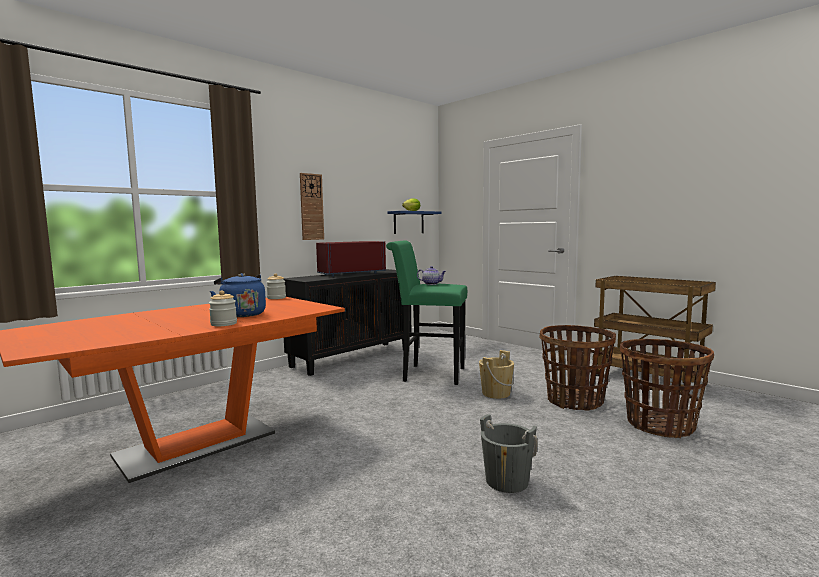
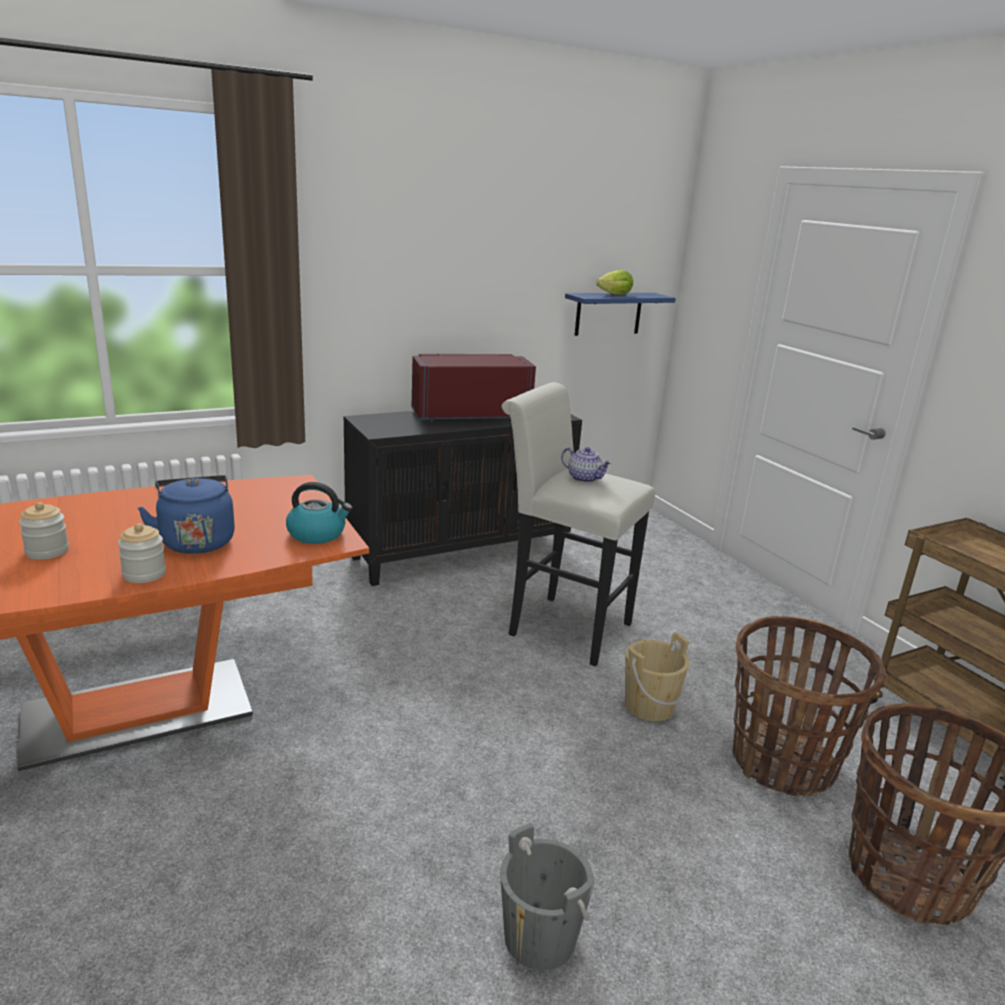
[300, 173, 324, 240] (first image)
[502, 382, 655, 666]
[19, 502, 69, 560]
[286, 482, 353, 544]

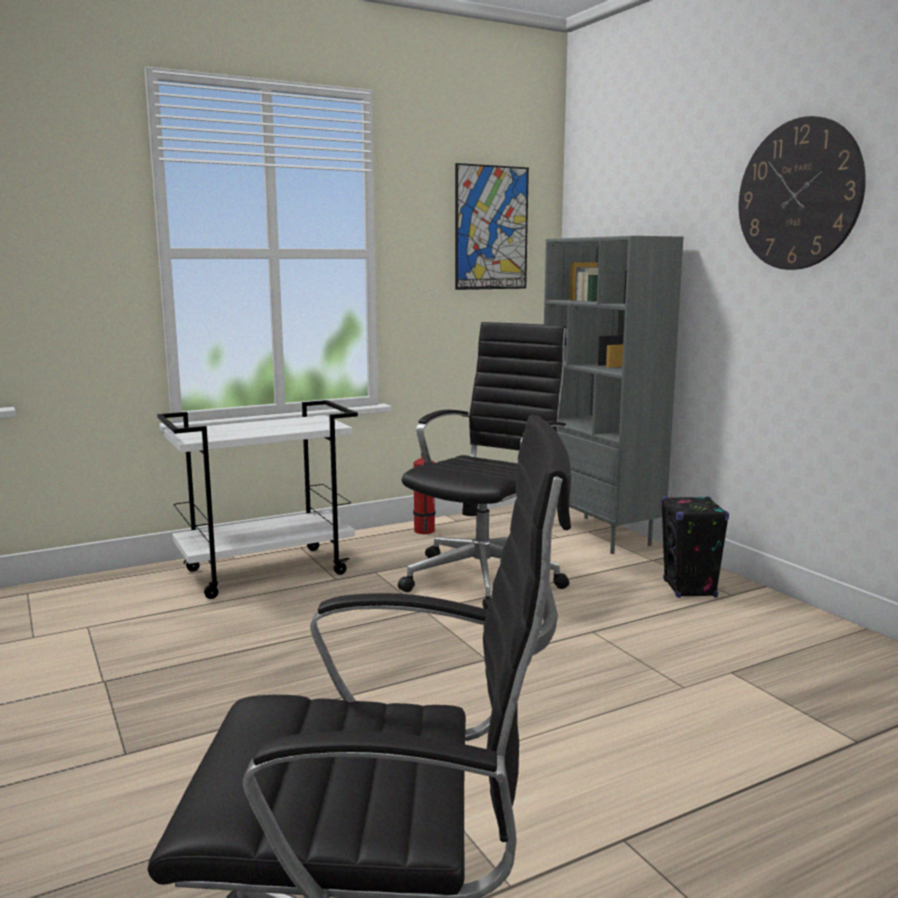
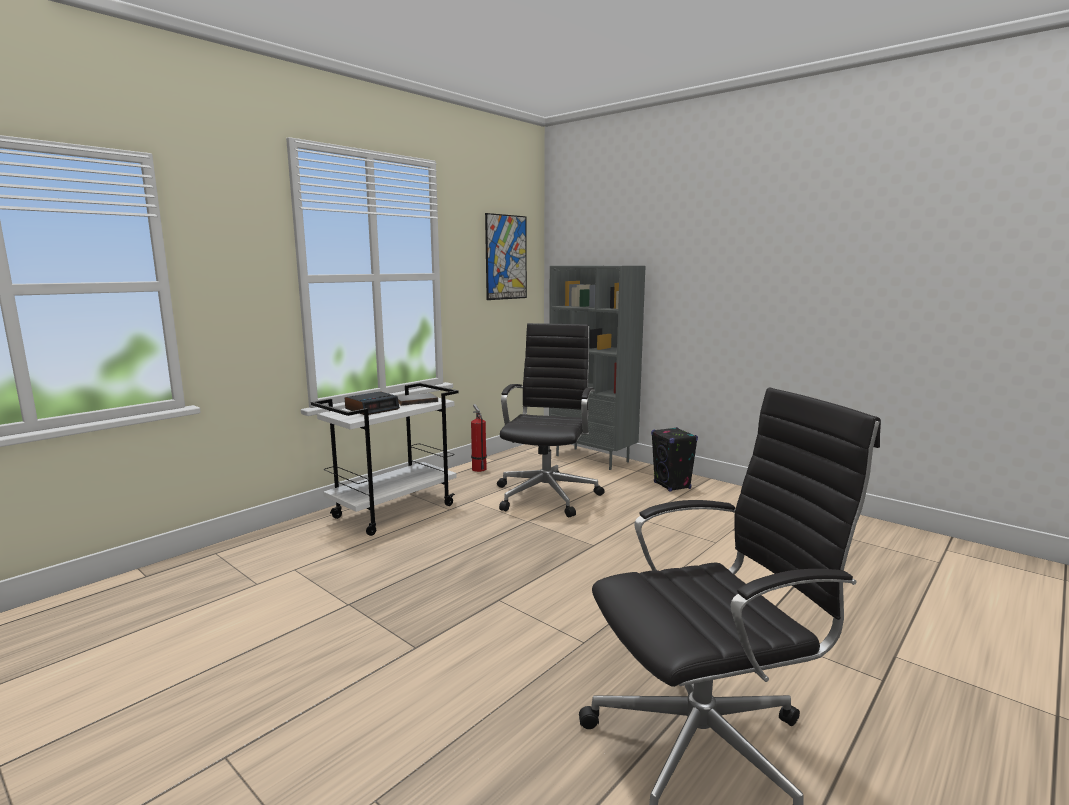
[739, 116, 866, 270] (first image)
[345, 391, 400, 415]
[398, 393, 438, 406]

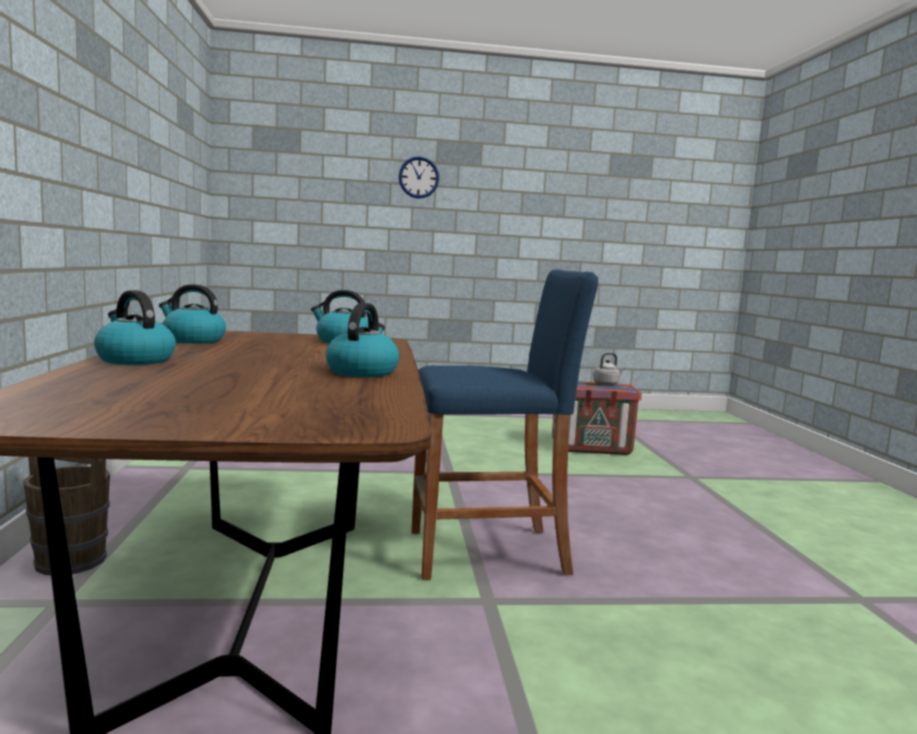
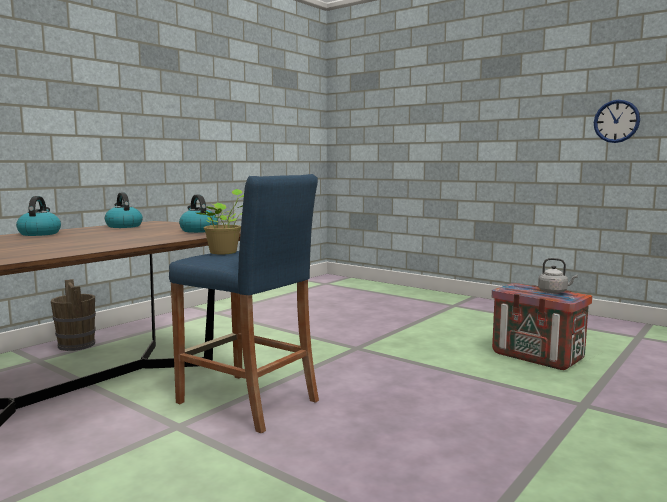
[594, 100, 640, 143]
[326, 303, 399, 377] (first image)
[196, 189, 244, 254]

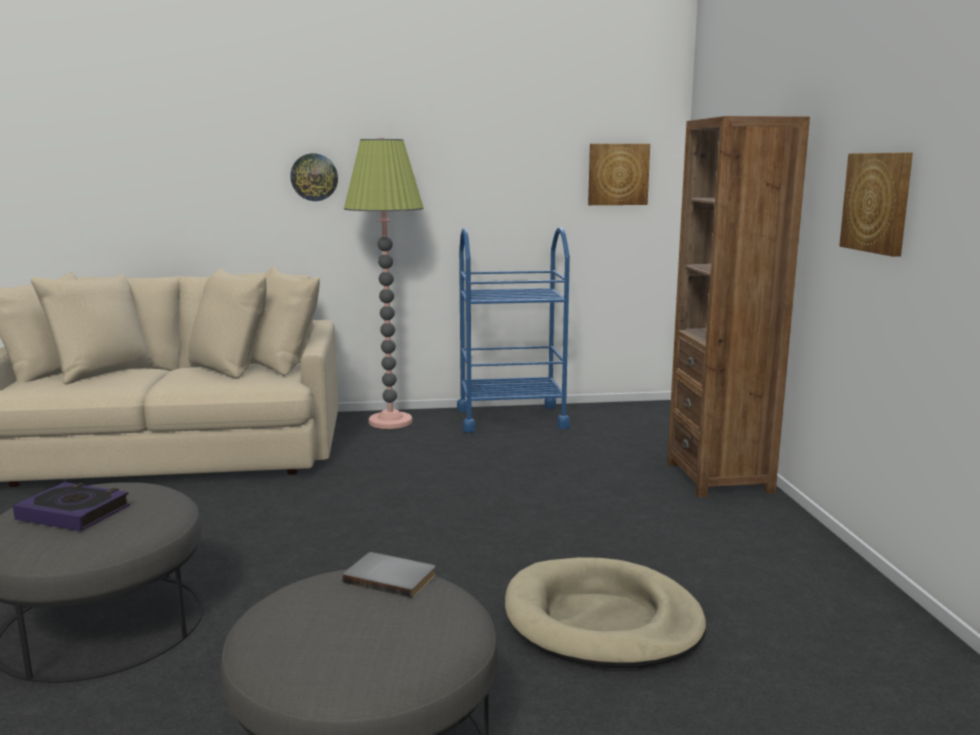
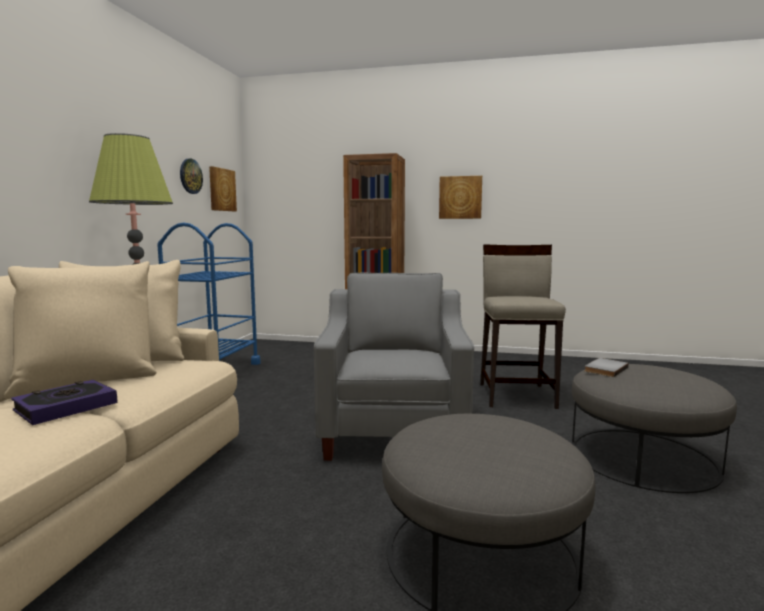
[180, 158, 203, 194]
[11, 380, 117, 425]
[480, 244, 566, 409]
[314, 272, 474, 461]

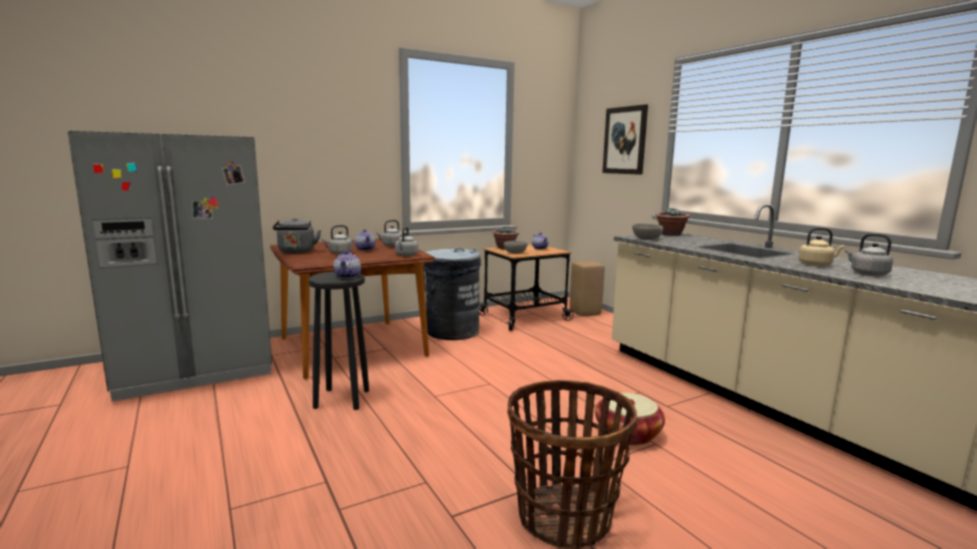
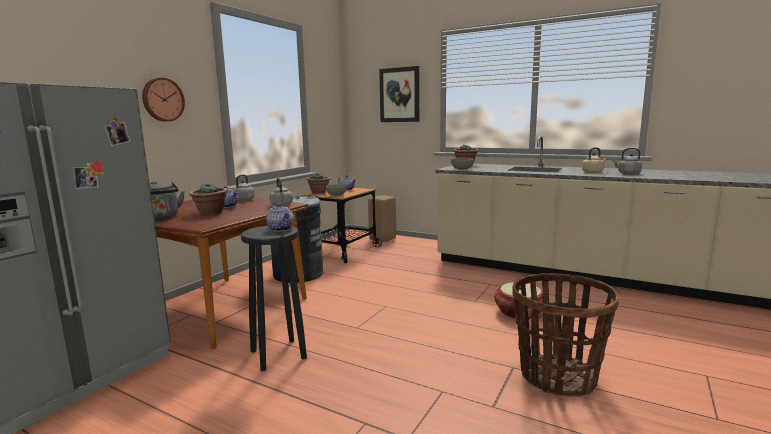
[189, 184, 228, 215]
[142, 77, 185, 122]

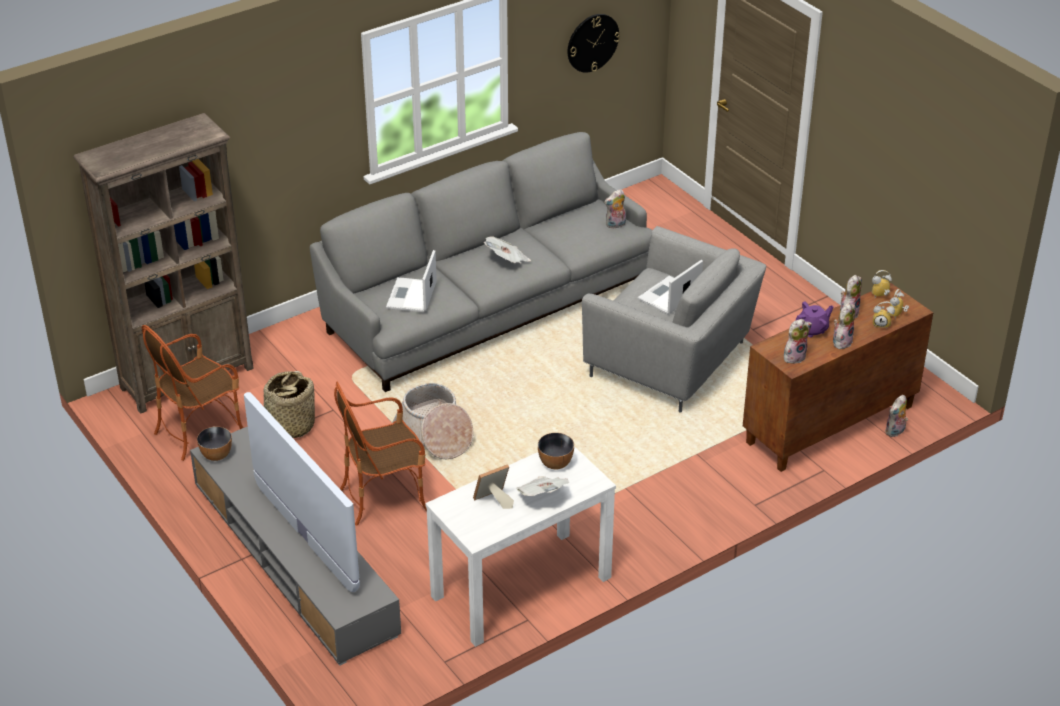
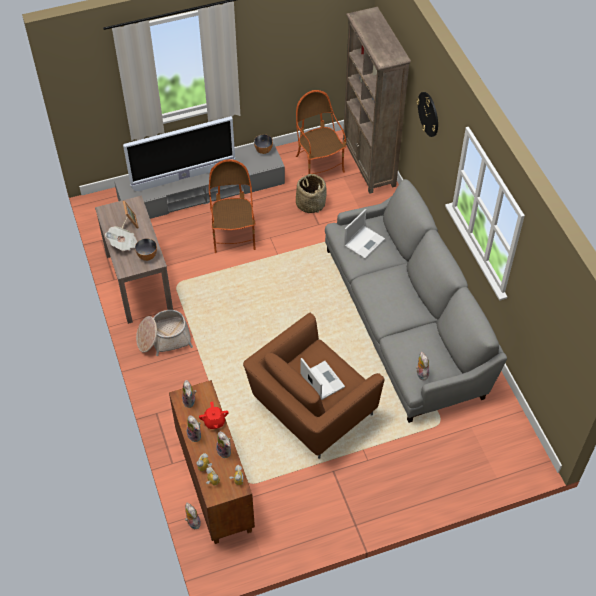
[416, 92, 438, 137]
[243, 313, 384, 459]
[484, 236, 531, 263] (first image)
[344, 209, 385, 259]
[199, 402, 229, 429]
[136, 310, 193, 356]
[95, 195, 173, 324]

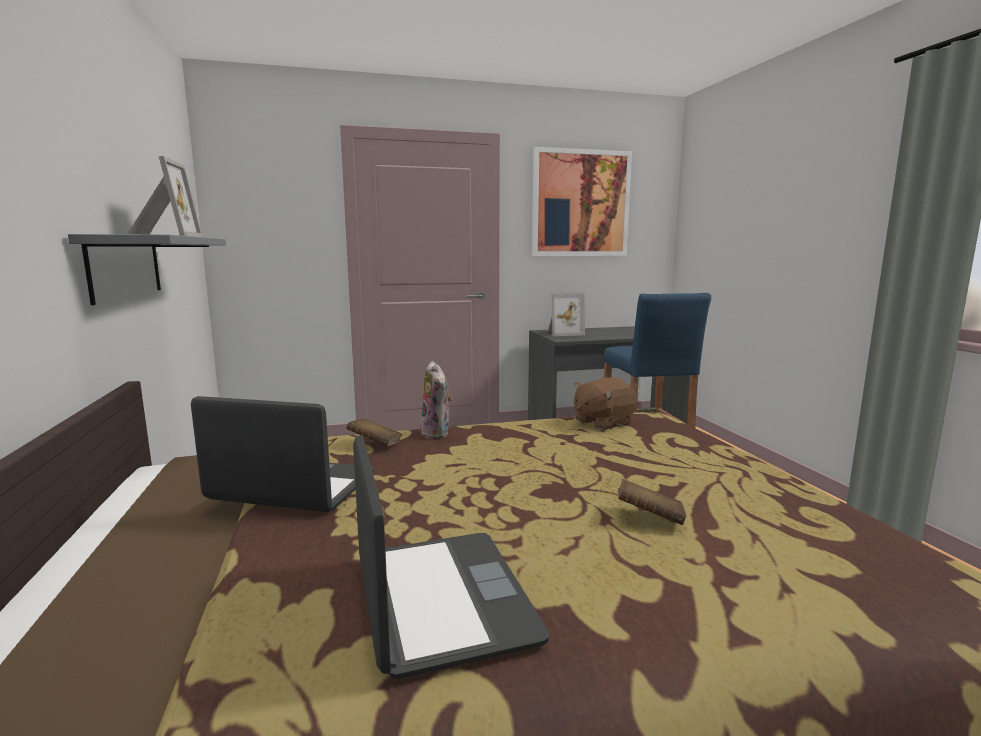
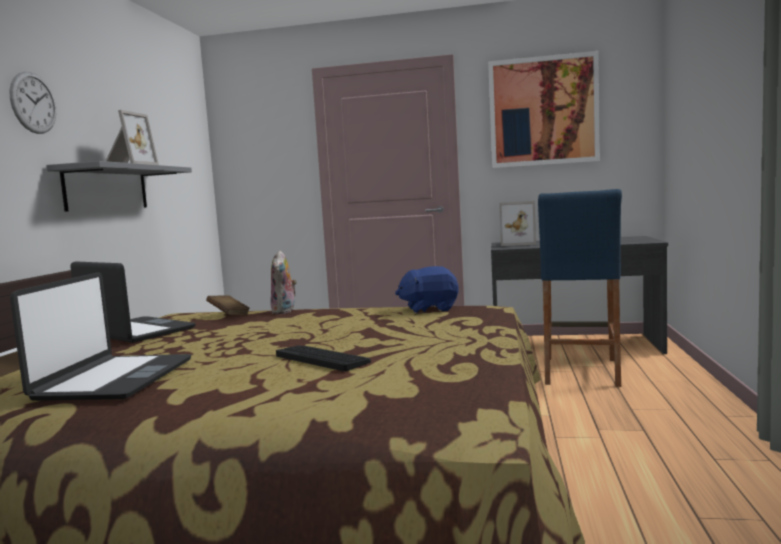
[395, 266, 459, 314]
[276, 345, 371, 371]
[9, 71, 56, 134]

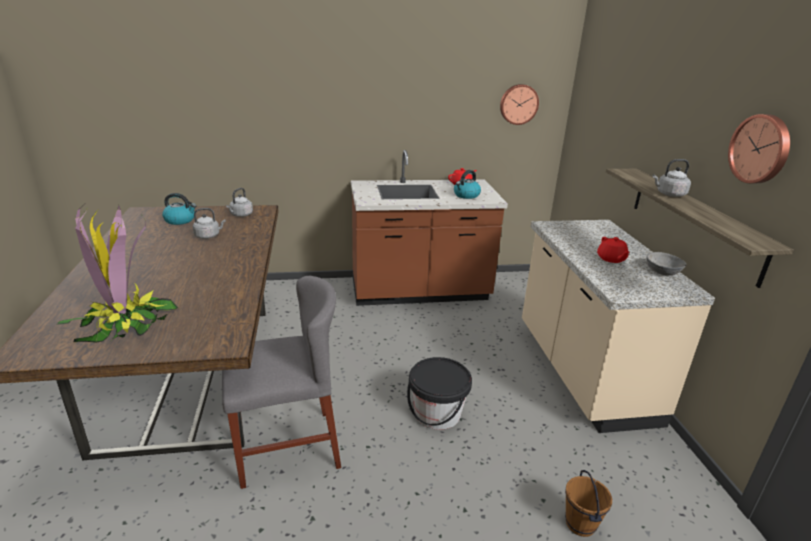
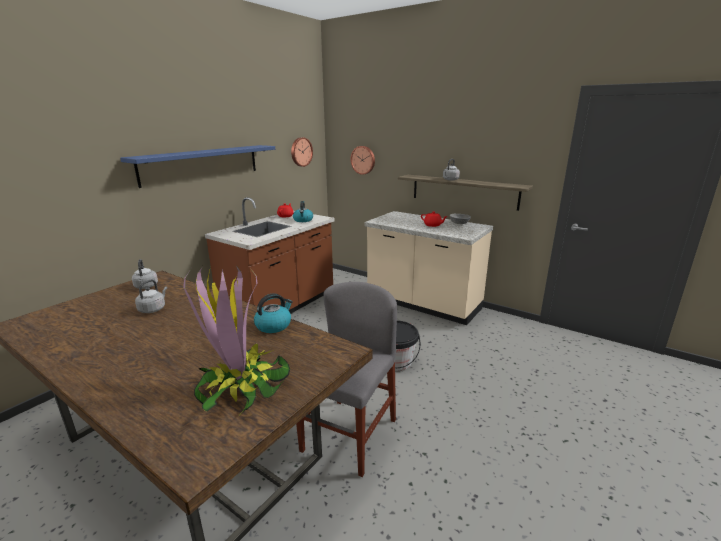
[350, 146, 375, 175]
[254, 293, 293, 333]
[565, 470, 612, 537] (first image)
[120, 145, 275, 188]

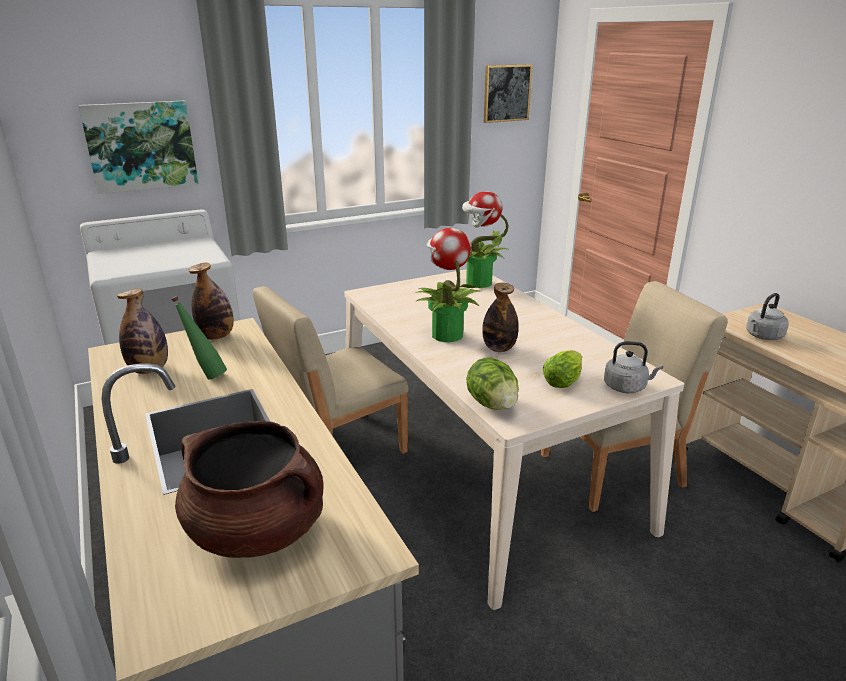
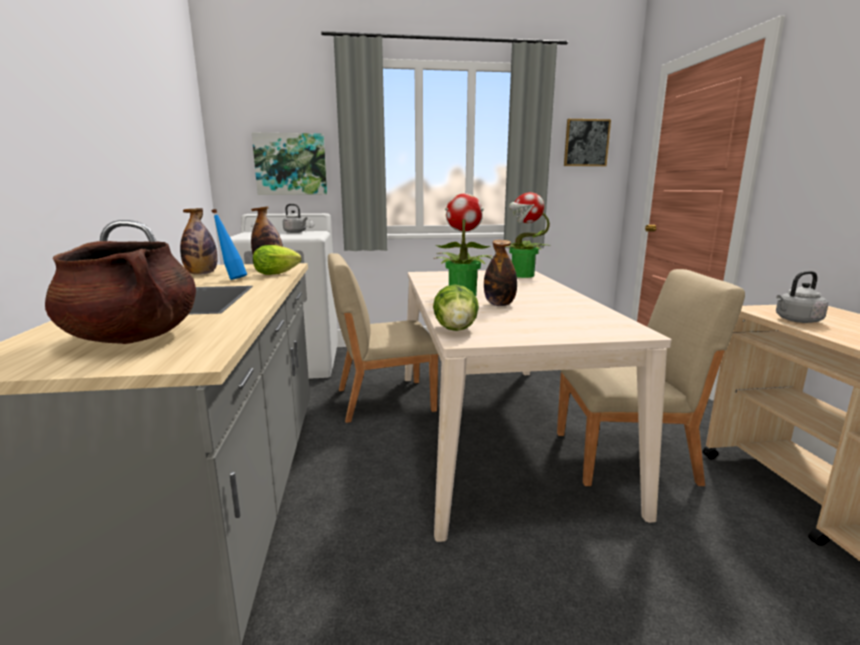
[211, 209, 247, 280]
[283, 204, 308, 233]
[253, 245, 301, 275]

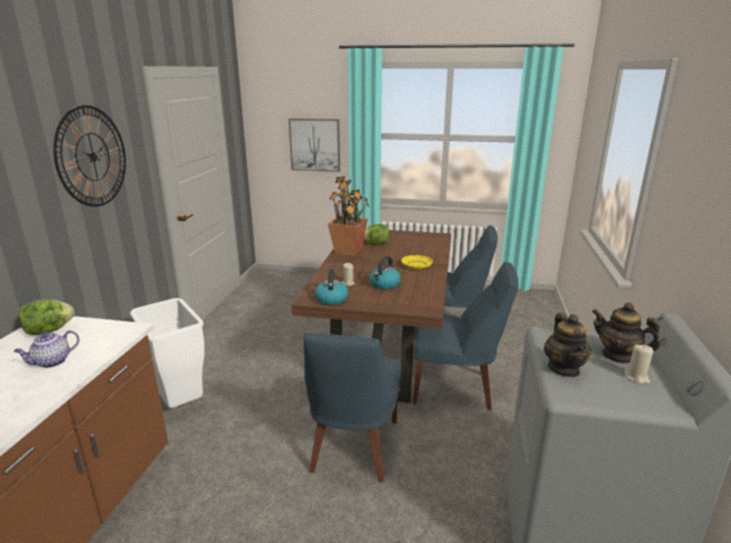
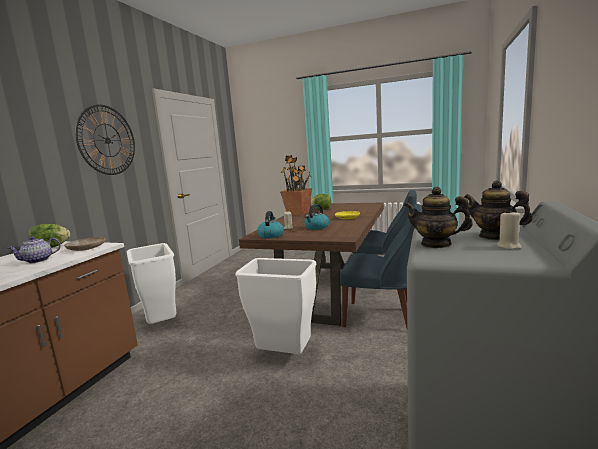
[289, 119, 340, 172] (first image)
[404, 187, 473, 248]
[235, 258, 317, 354]
[64, 237, 106, 251]

